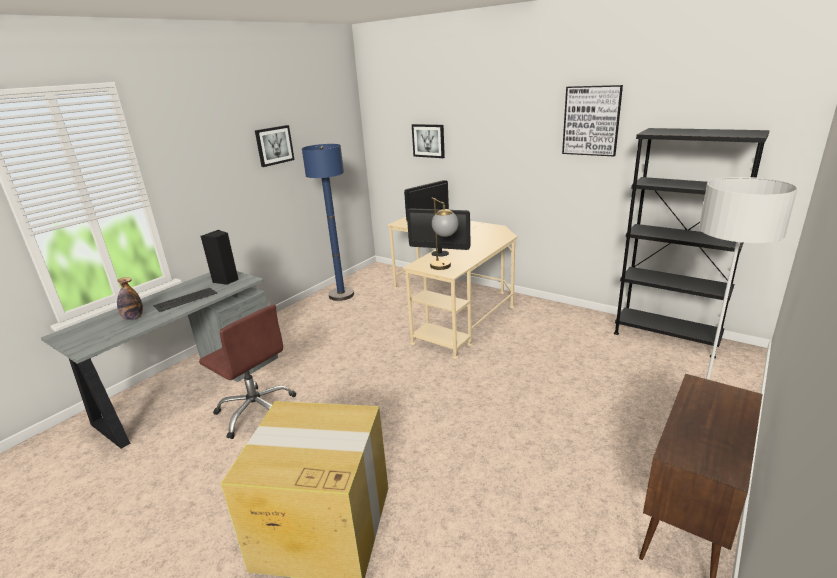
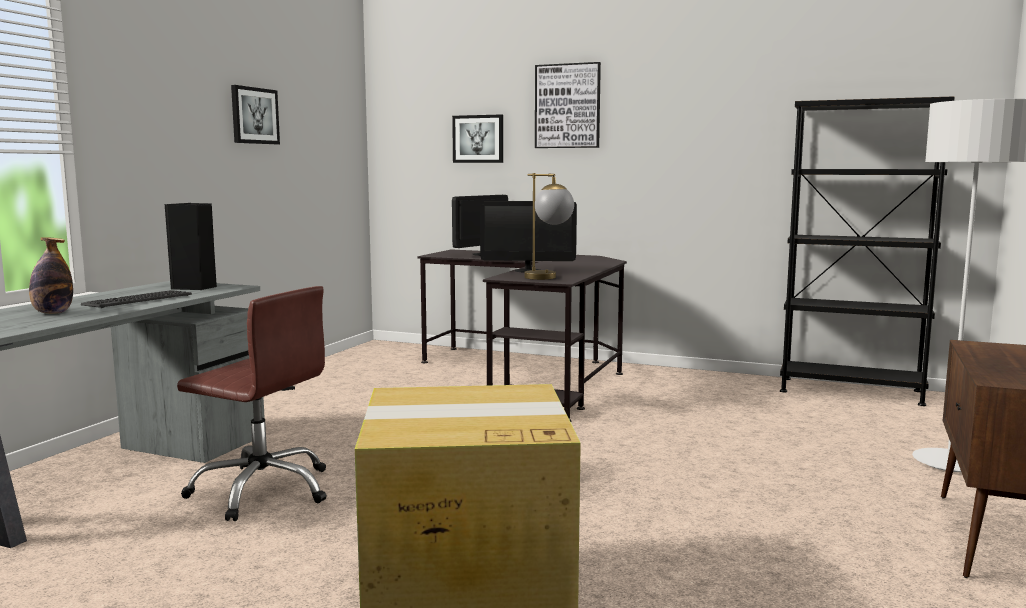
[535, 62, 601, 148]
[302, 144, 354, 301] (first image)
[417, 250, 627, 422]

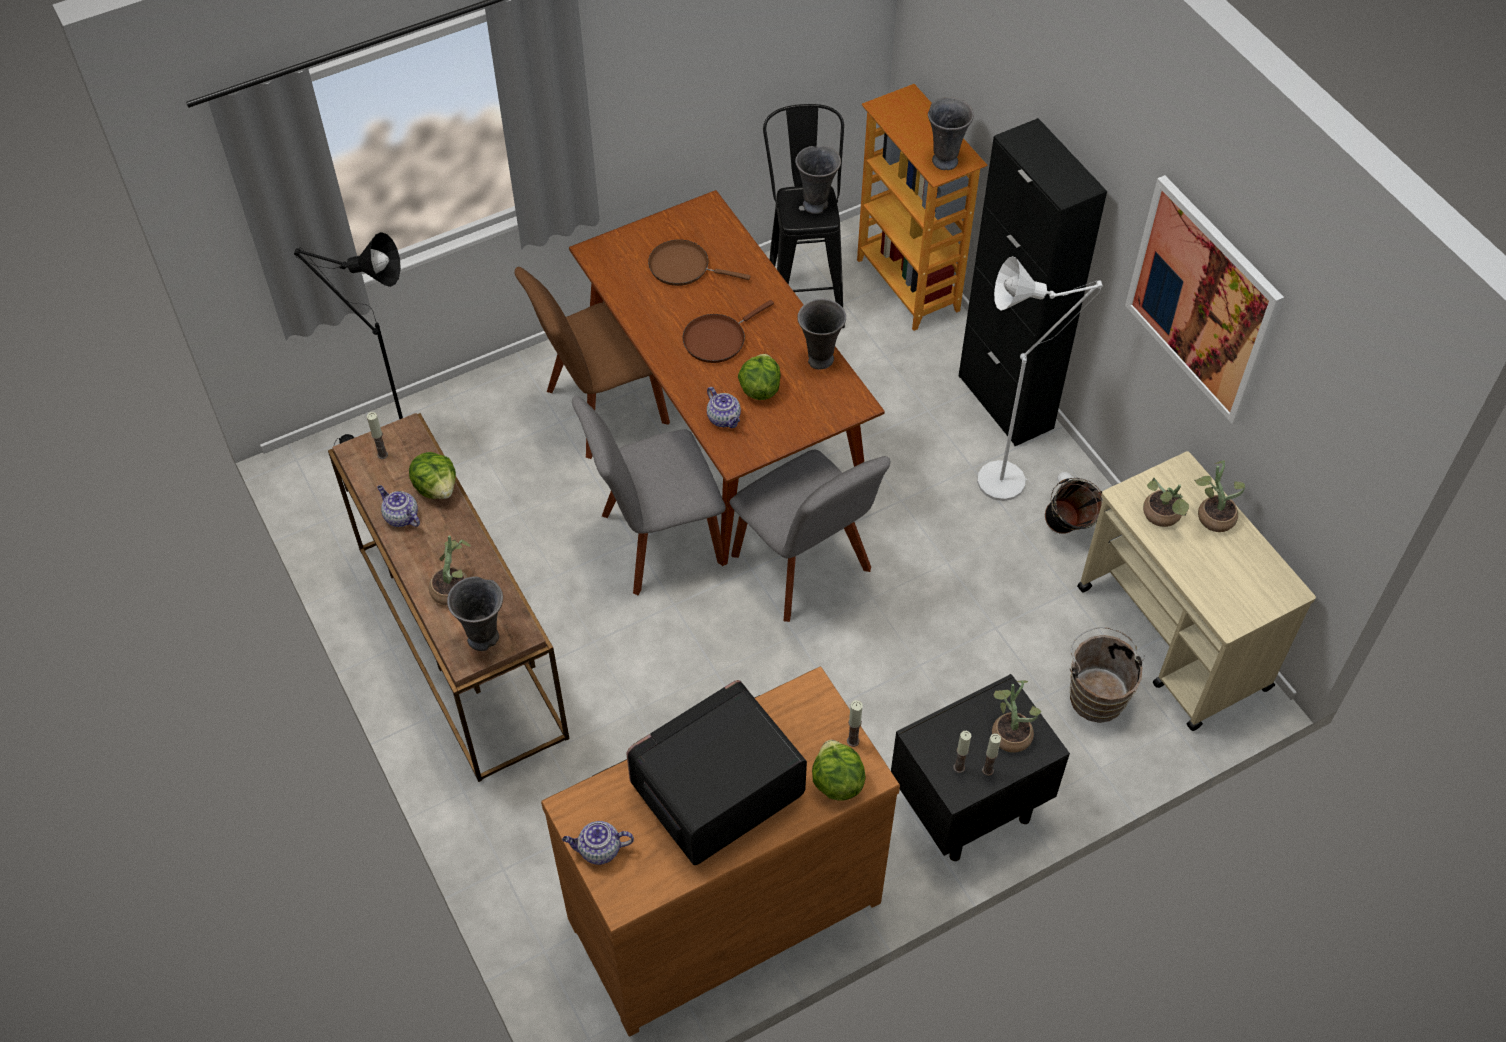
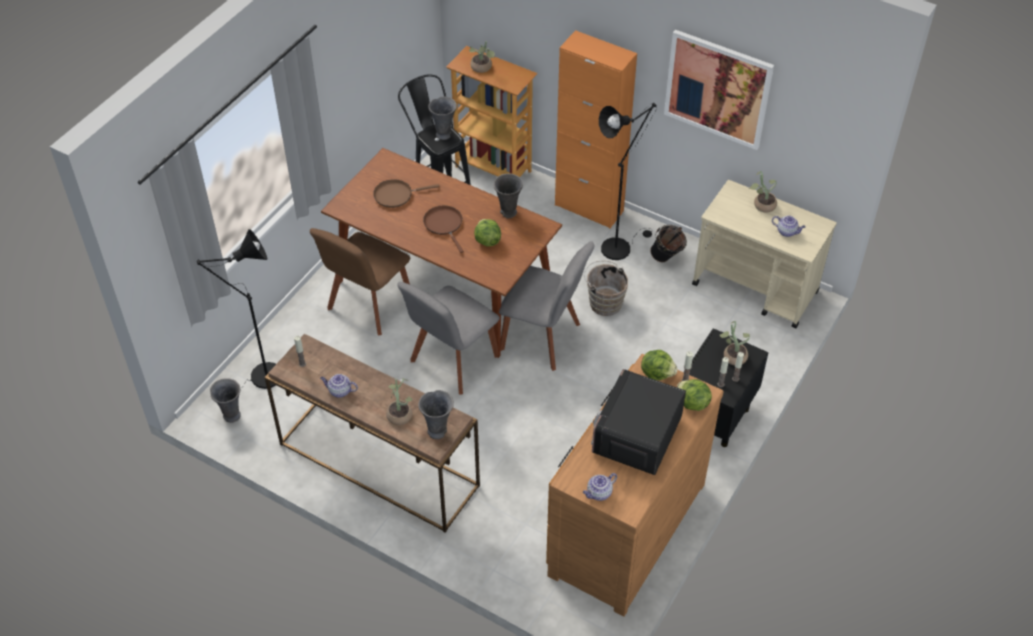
[210, 378, 241, 423]
[555, 30, 637, 228]
[599, 103, 657, 260]
[423, 206, 464, 253]
[772, 216, 806, 237]
[641, 350, 678, 380]
[469, 41, 495, 73]
[584, 261, 628, 316]

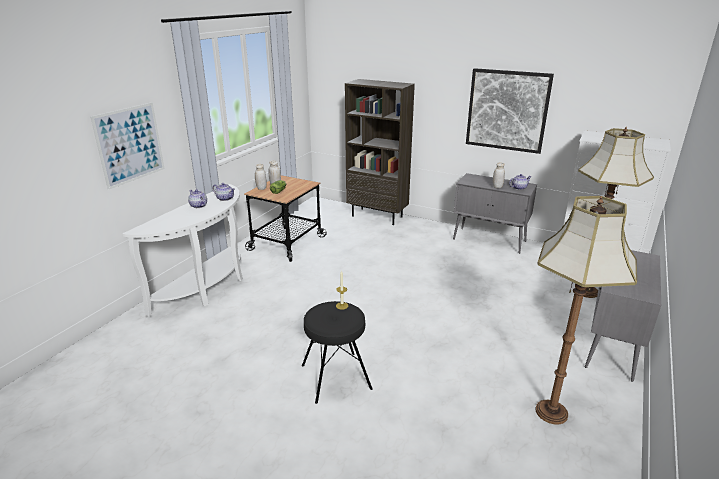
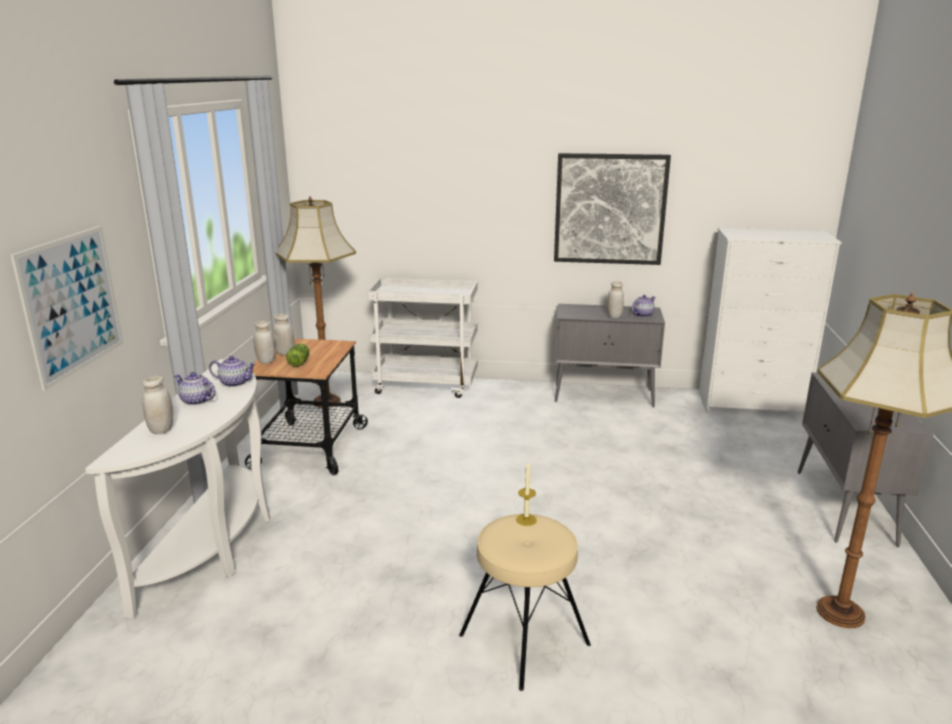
[367, 278, 477, 398]
[276, 196, 356, 408]
[459, 514, 591, 691]
[142, 375, 173, 434]

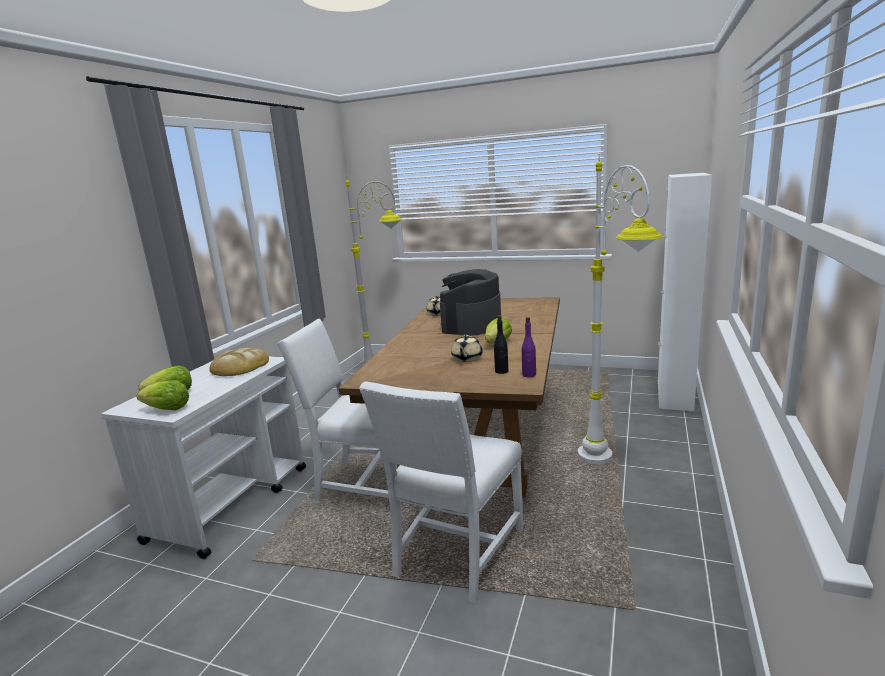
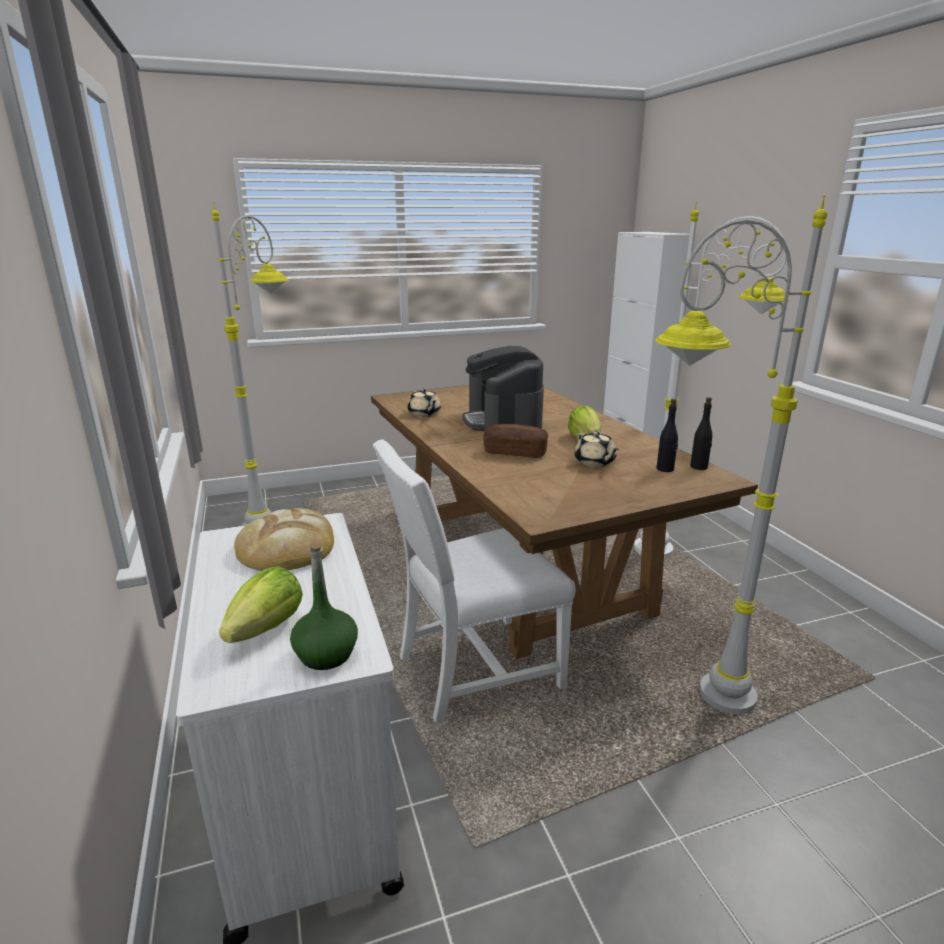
[690, 397, 712, 470]
[290, 542, 358, 670]
[655, 195, 827, 714]
[483, 424, 548, 458]

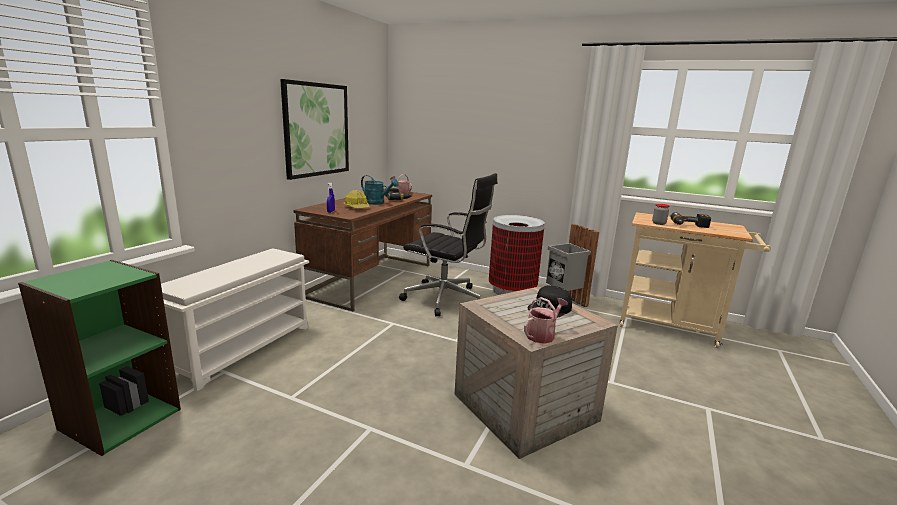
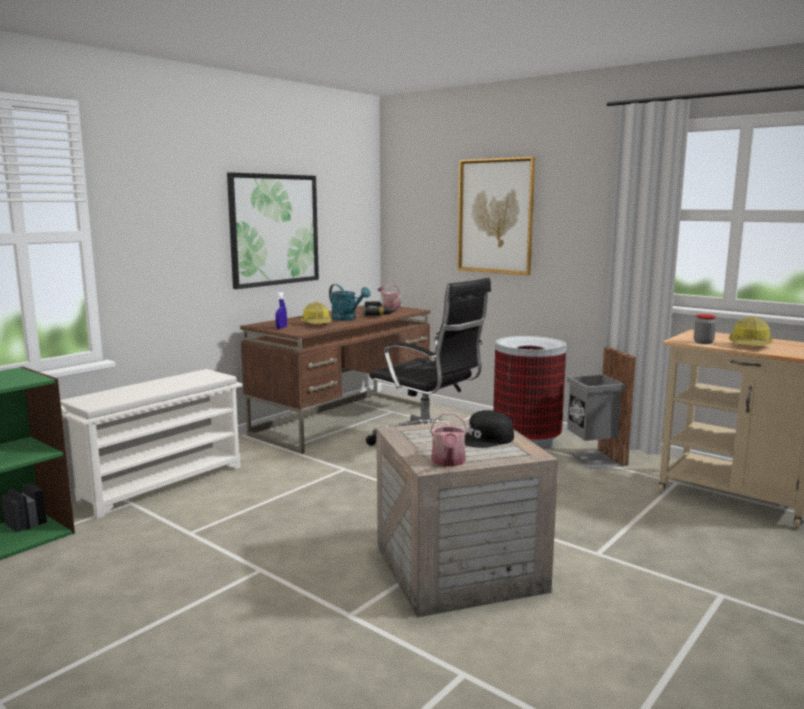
[729, 317, 773, 346]
[430, 413, 468, 467]
[458, 157, 535, 275]

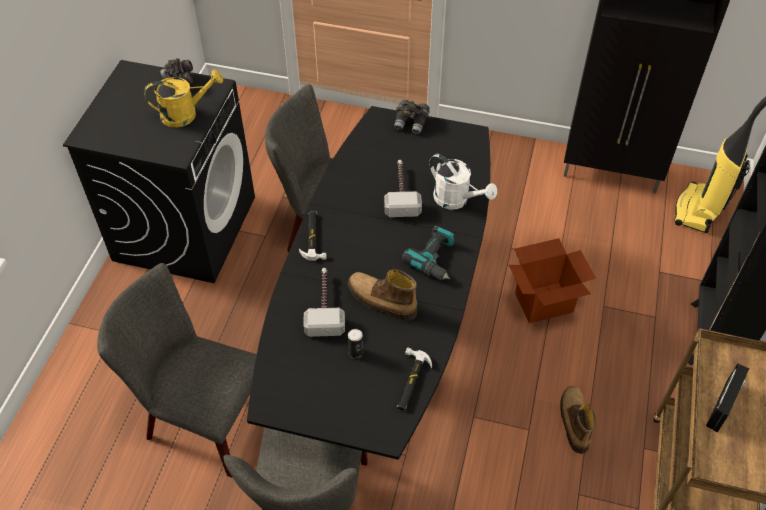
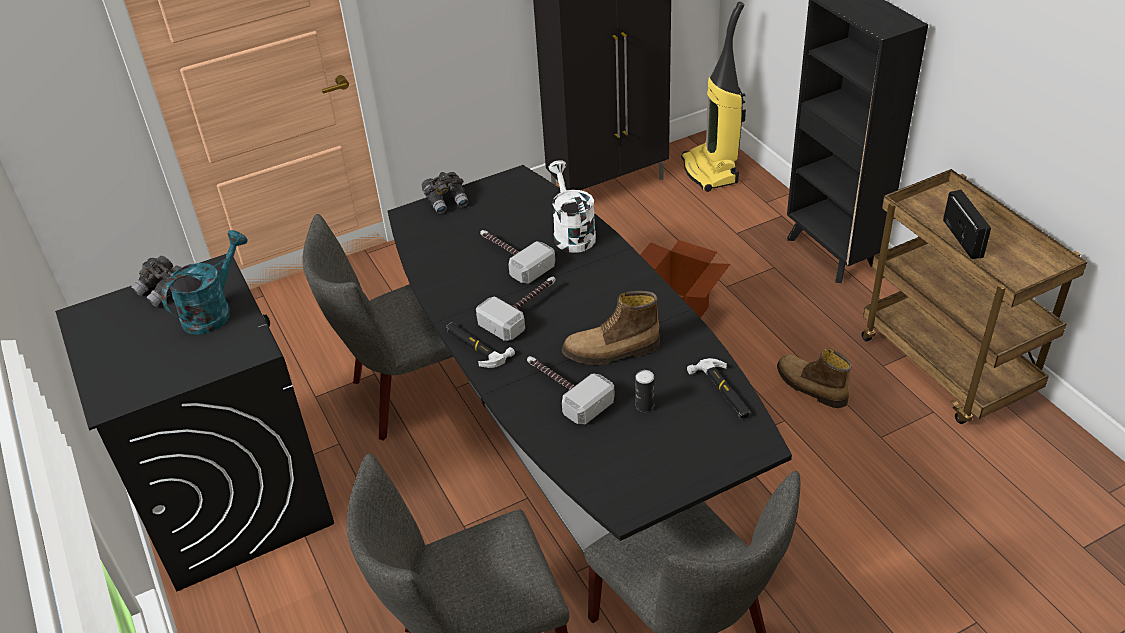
[161, 230, 248, 335]
[548, 160, 596, 253]
[402, 226, 454, 280] (first image)
[476, 277, 556, 341]

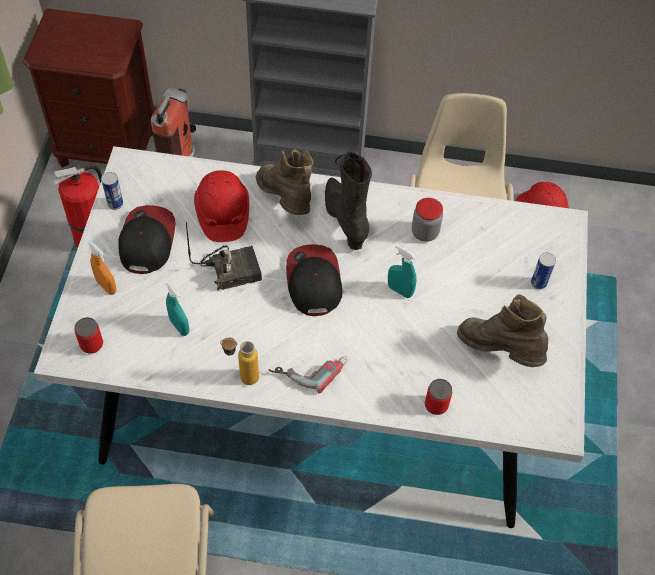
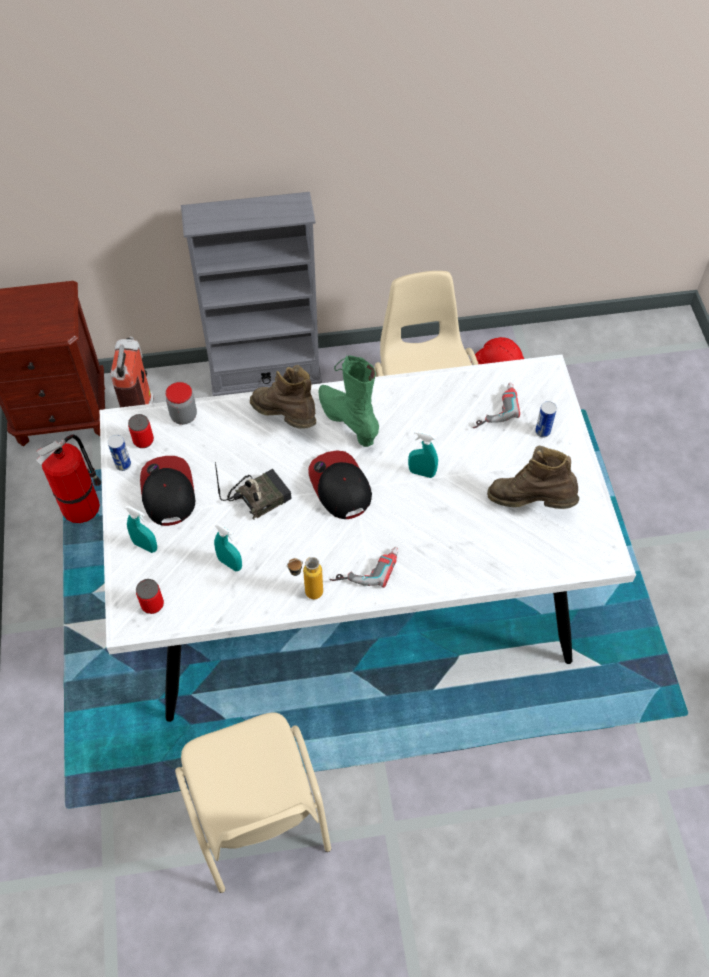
[318, 355, 379, 447]
[194, 170, 249, 242] (first image)
[166, 382, 197, 425]
[125, 506, 157, 553]
[128, 414, 154, 448]
[472, 383, 520, 428]

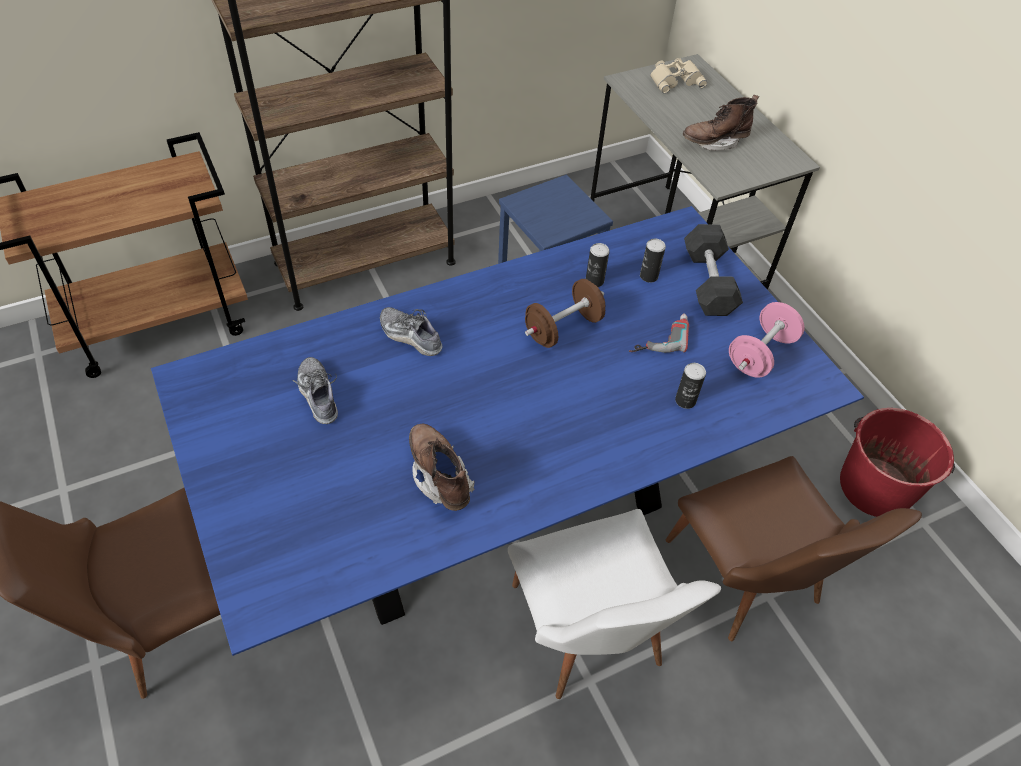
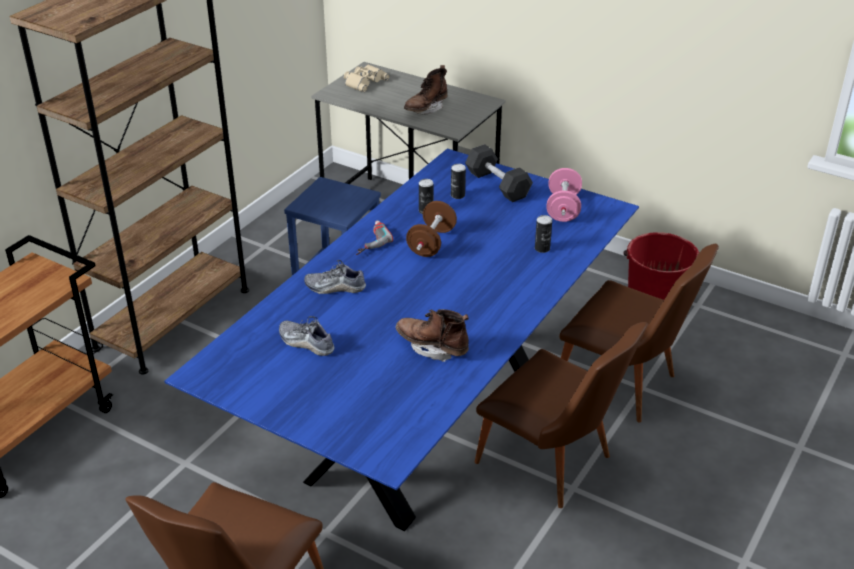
[356, 220, 393, 255]
[475, 322, 648, 508]

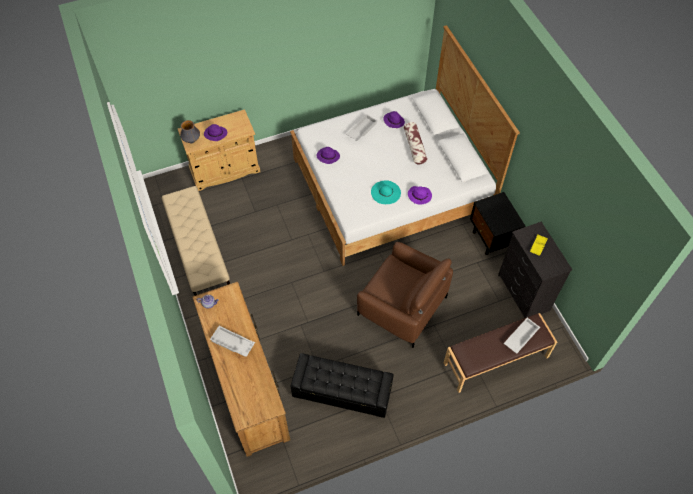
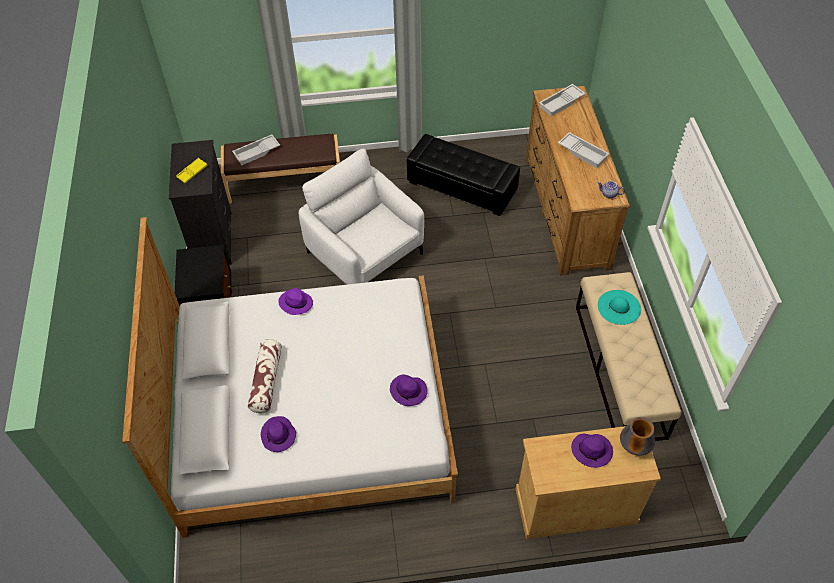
[539, 84, 586, 116]
[598, 290, 641, 325]
[299, 148, 424, 284]

